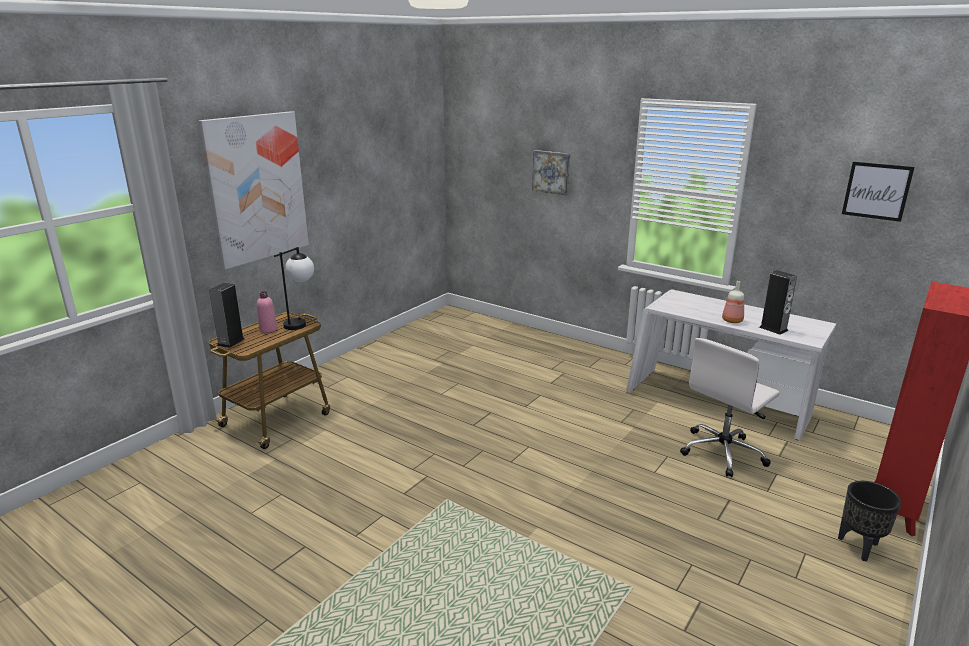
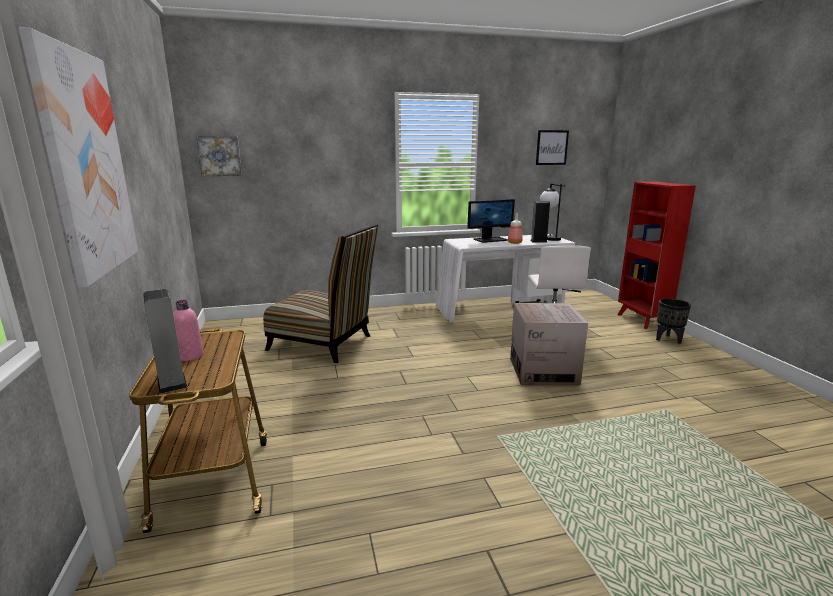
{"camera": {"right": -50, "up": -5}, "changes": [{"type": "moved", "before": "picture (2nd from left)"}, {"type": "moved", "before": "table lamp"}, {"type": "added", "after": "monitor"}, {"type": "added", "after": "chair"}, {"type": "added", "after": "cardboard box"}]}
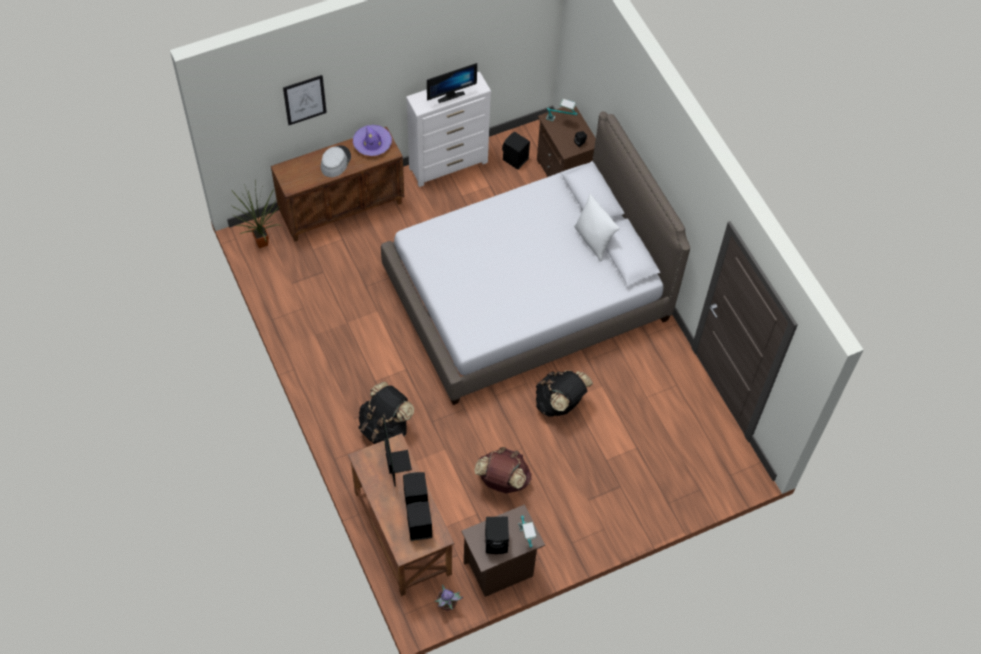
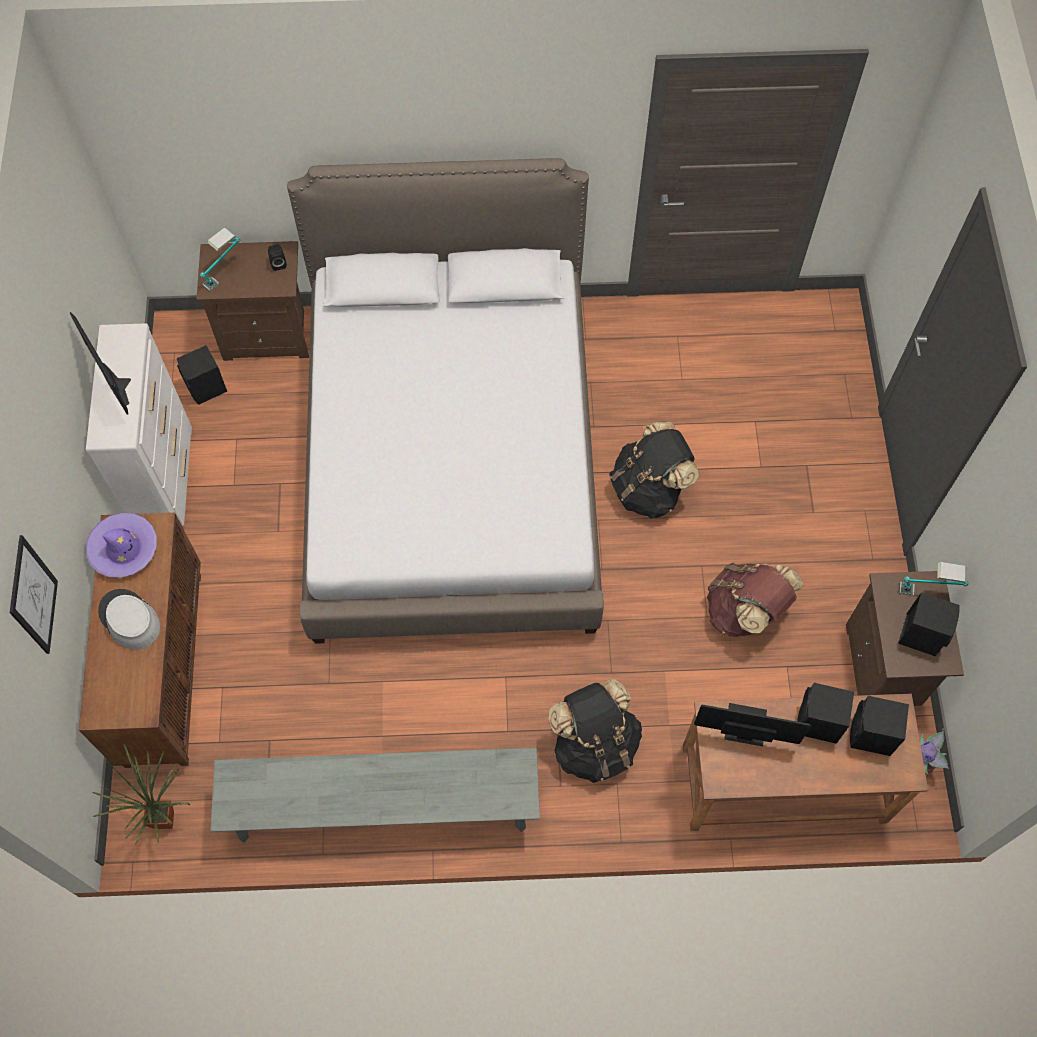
{"camera": {"right": -65, "up": 5}, "changes": [{"type": "turned", "before": "monitor (2nd from left in the first image)", "turn": 150}, {"type": "removed", "before": "pillow/white"}, {"type": "added", "after": "bench/grey"}]}
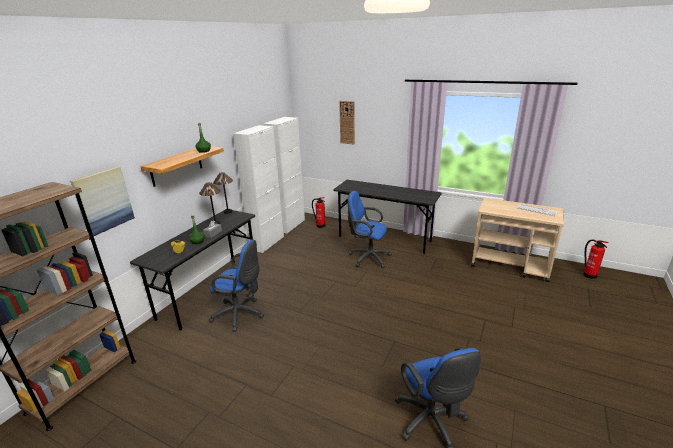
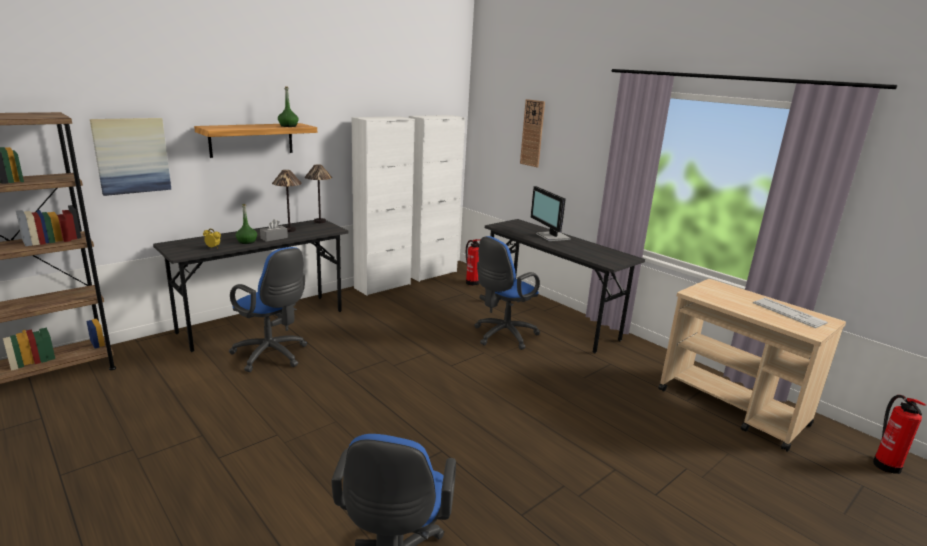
{"camera": {"right": 20, "up": -5}, "changes": [{"type": "turned", "before": "office chair/blue (2nd from left in the first image)", "turn": -90}, {"type": "added", "after": "monitor"}]}
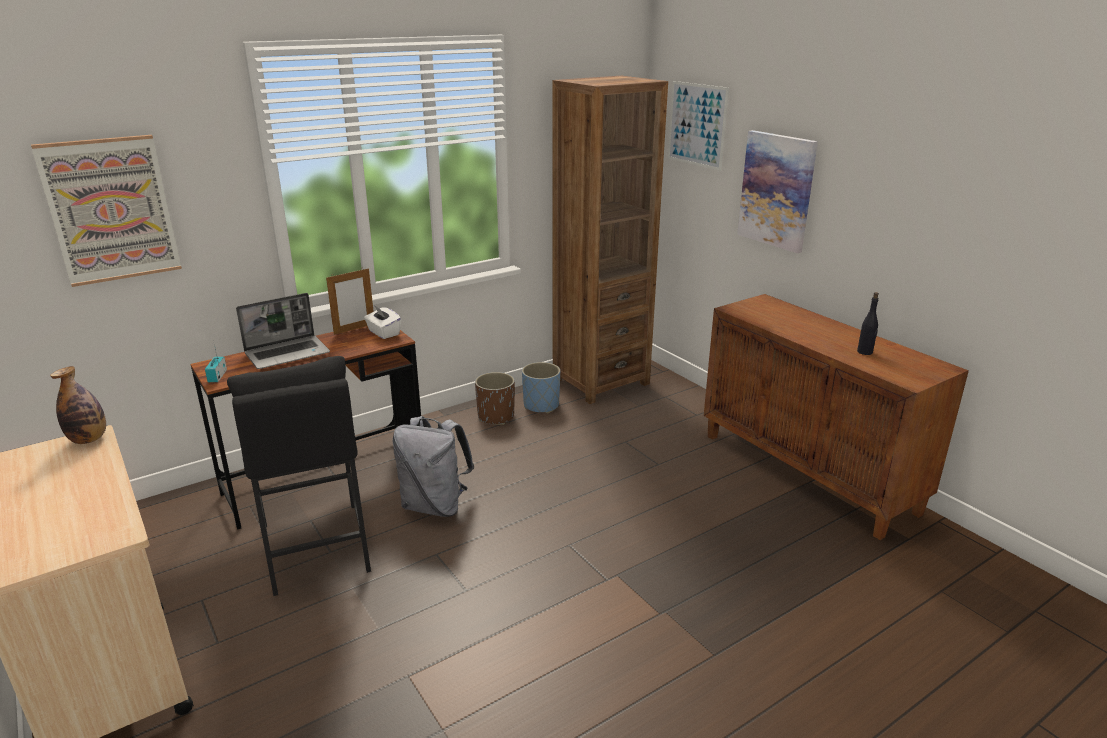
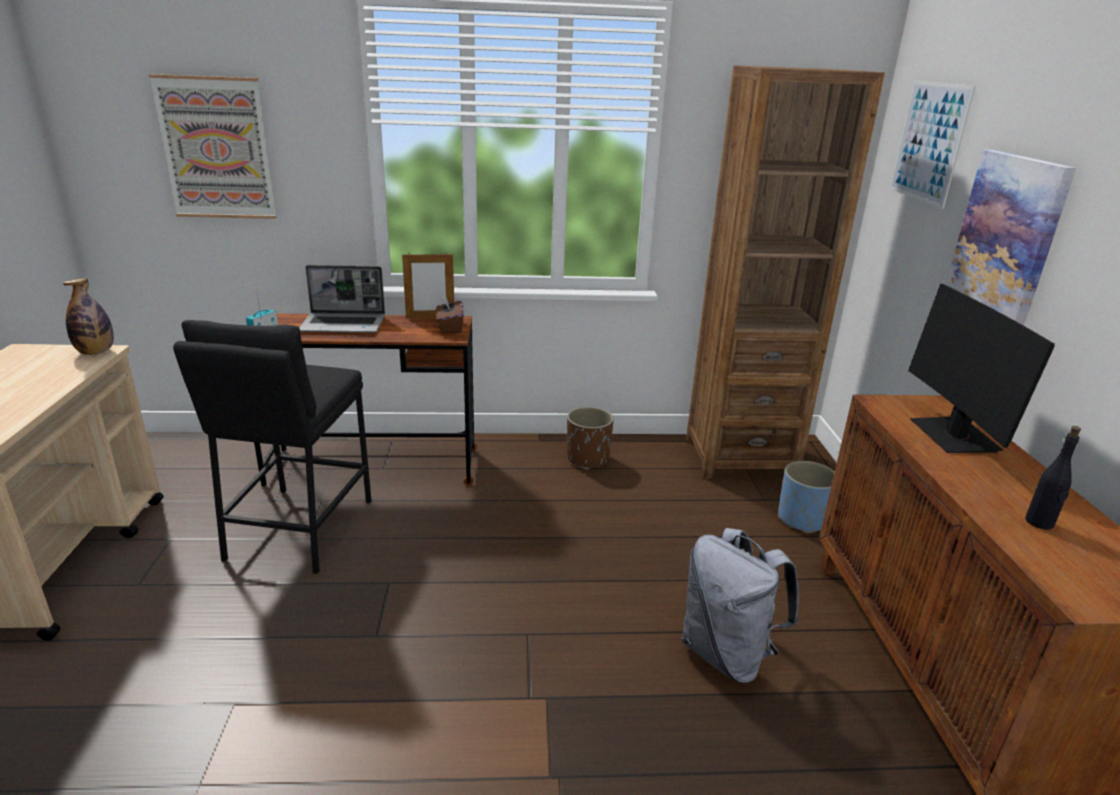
{"camera": {"right": 30, "up": 0}, "changes": [{"type": "recoloured", "before": "tissue box/white", "after": "tissue box/brown"}, {"type": "moved", "before": "planter/blue"}, {"type": "moved", "before": "backpack/grey"}, {"type": "added", "after": "monitor"}]}
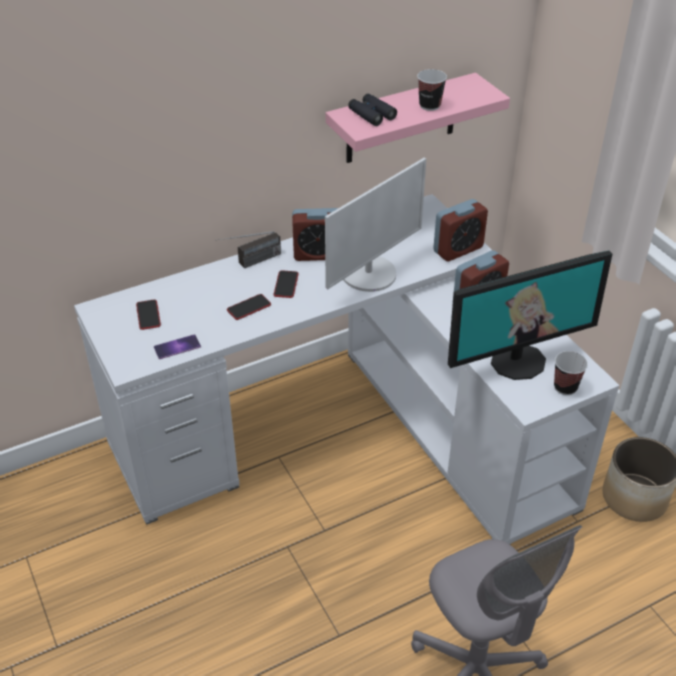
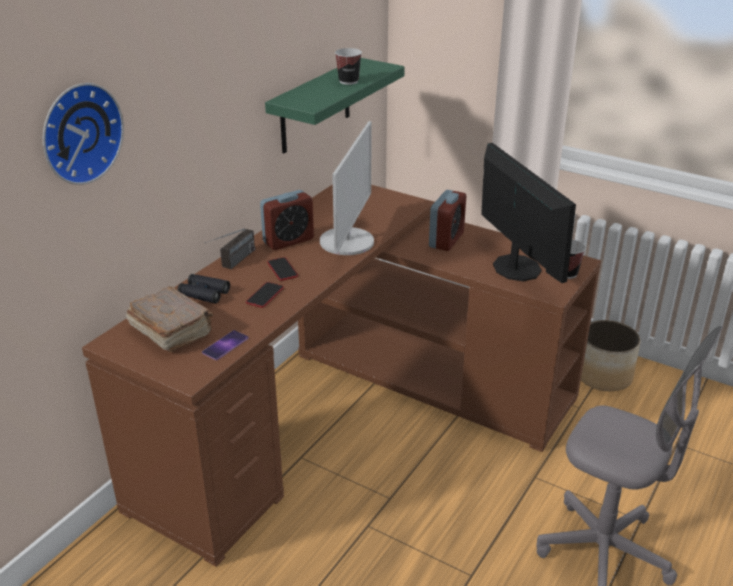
{"camera": {"right": -30, "up": -10}, "changes": [{"type": "recoloured", "before": "shelf/pink", "after": "shelf/green"}, {"type": "moved", "before": "binoculars/black"}, {"type": "recoloured", "before": "desk/white", "after": "desk/brown"}, {"type": "removed", "before": "alarm clock (2nd from left)"}, {"type": "turned", "before": "monitor (2nd from left)", "turn": -60}, {"type": "replaced", "before": "phone (1st from left)", "after": "book/brown"}, {"type": "added", "after": "wall clock"}]}
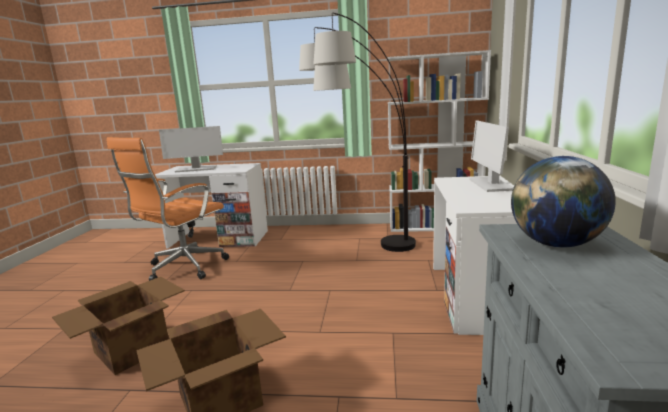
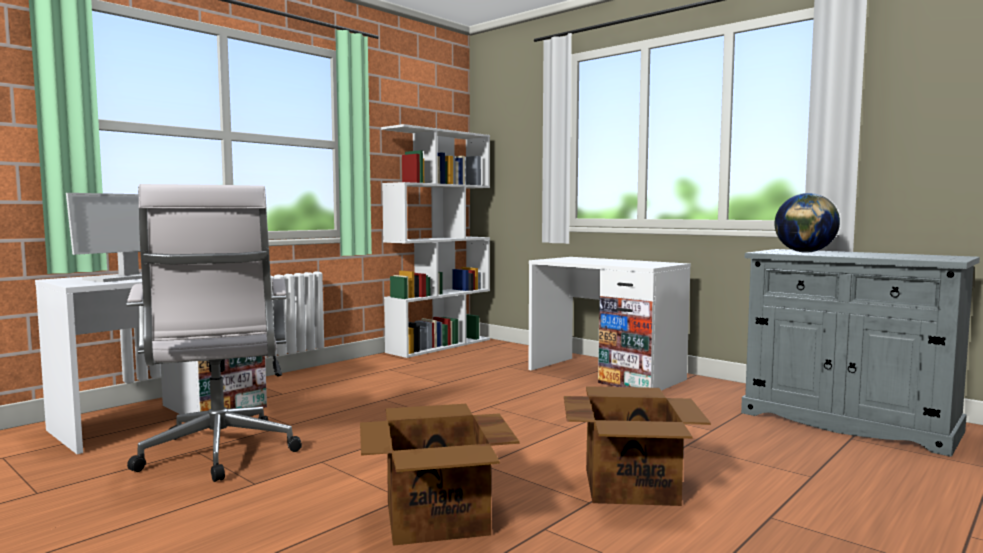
{"camera": {"right": -55, "up": -10}, "changes": [{"type": "removed", "before": "floor lamp"}, {"type": "removed", "before": "monitor (2nd from left)"}, {"type": "recoloured", "before": "office chair/orange", "after": "office chair/white"}]}
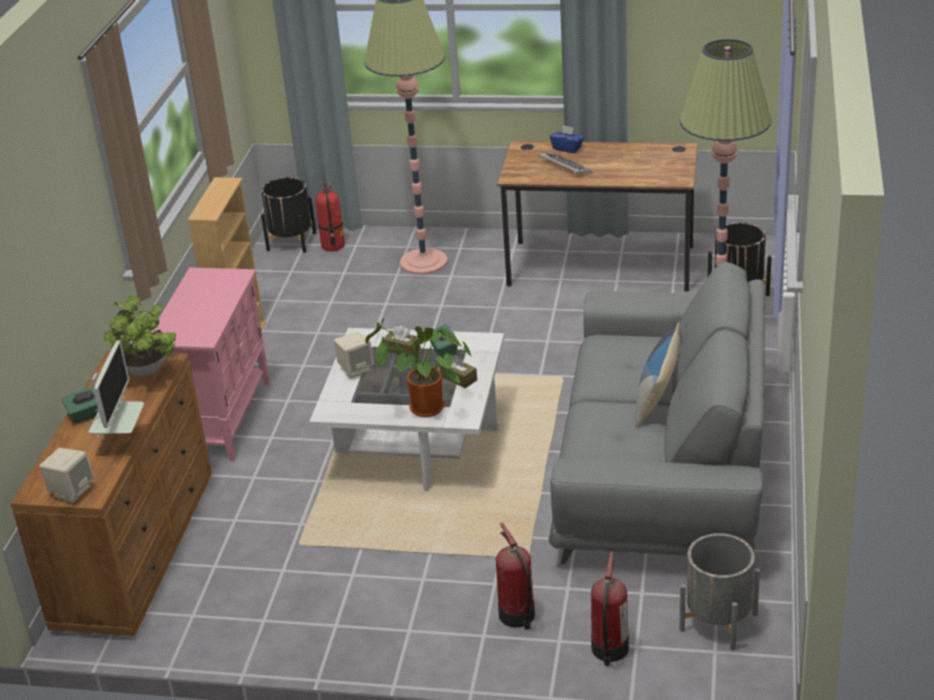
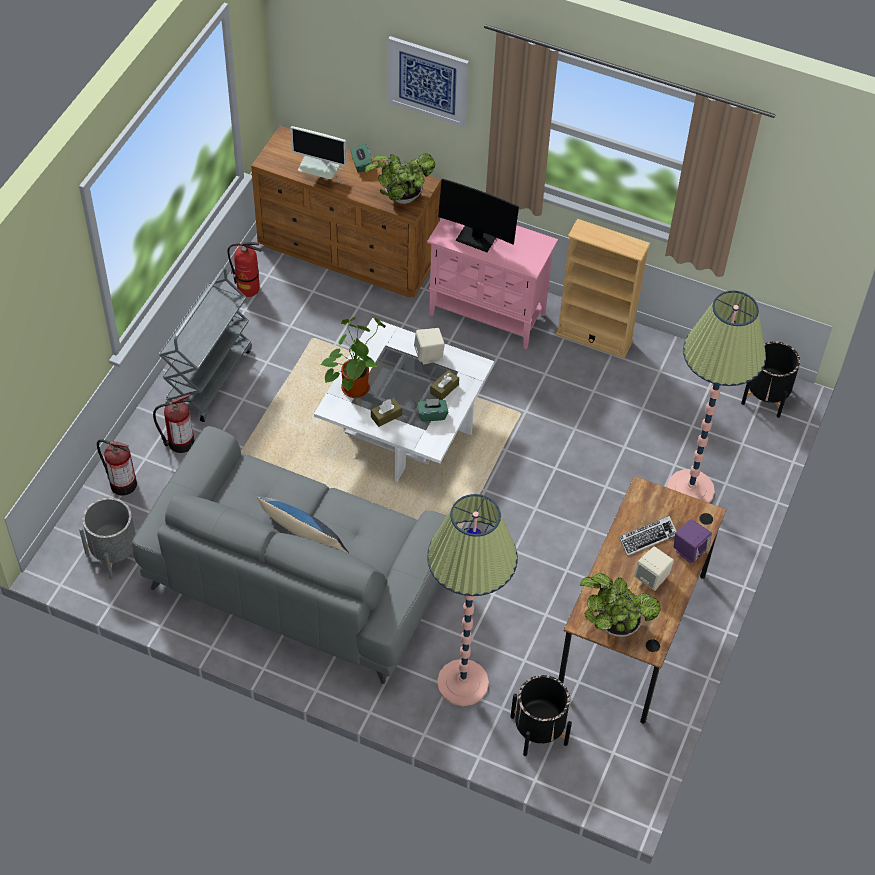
{"camera": {"right": 100, "up": 20}, "changes": [{"type": "replaced", "before": "tissue box/blue", "after": "speaker/purple"}, {"type": "moved", "before": "fire extinguisher (1st from left in the first image)", "after": "fire extinguisher (3rd from left)"}, {"type": "moved", "before": "speaker/beige (1st from left in the first image)", "after": "speaker/beige (2nd from left)"}, {"type": "added", "after": "picture"}, {"type": "added", "after": "monitor (2nd from left)"}, {"type": "added", "after": "cart/grey"}, {"type": "added", "after": "potted plant (3rd from left)"}]}
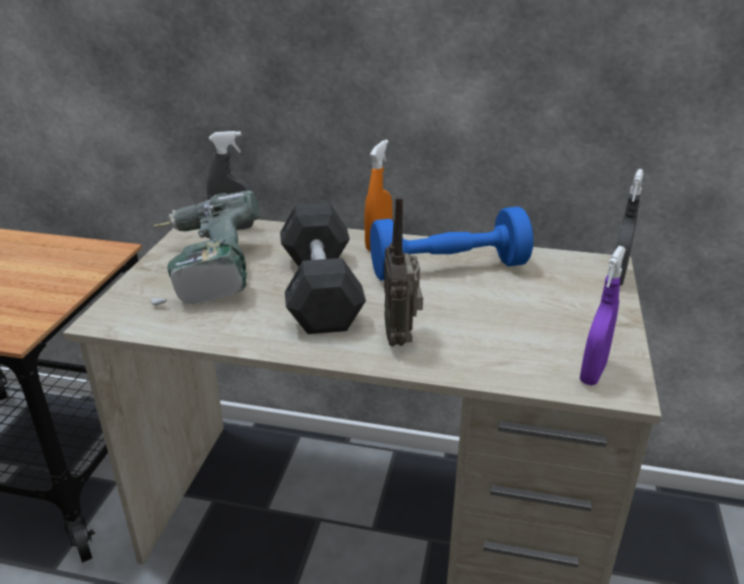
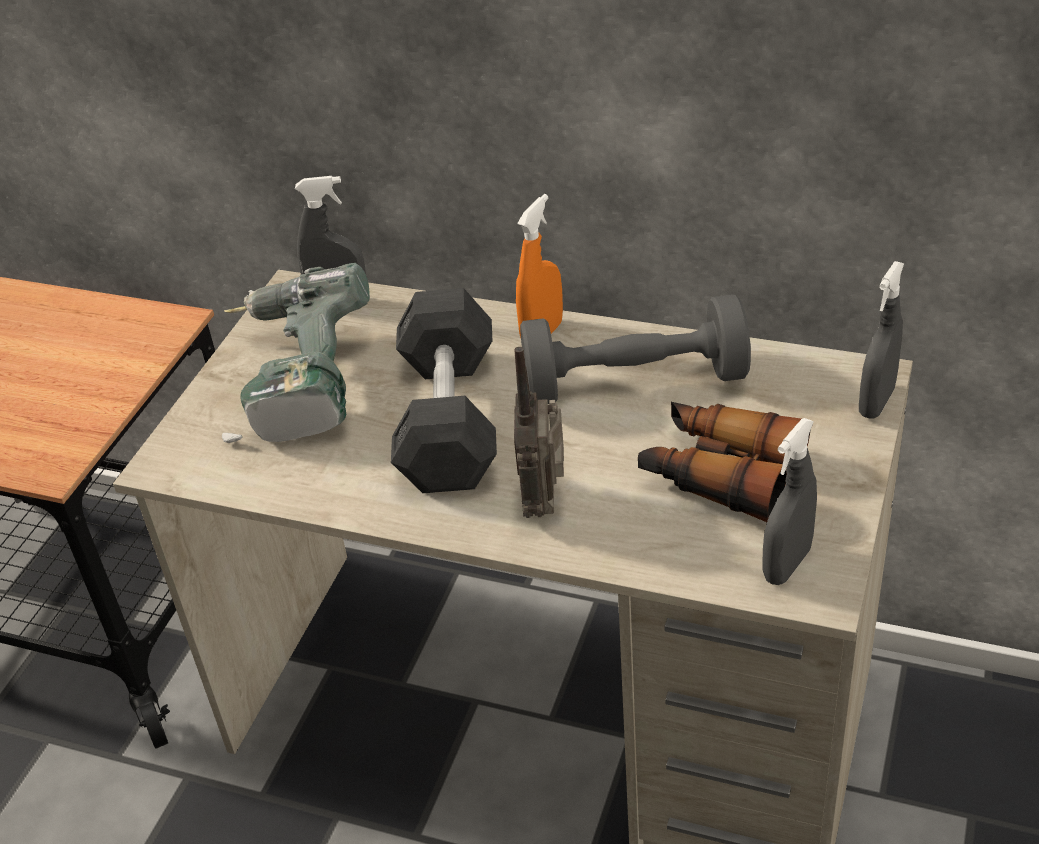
{"camera": {"right": 10, "up": 10}, "changes": [{"type": "recoloured", "before": "dumbbell/blue", "after": "dumbbell/grey (2nd from left)"}, {"type": "recoloured", "before": "spray bottle/purple", "after": "spray bottle/grey (2nd from left)"}, {"type": "added", "after": "binoculars"}]}
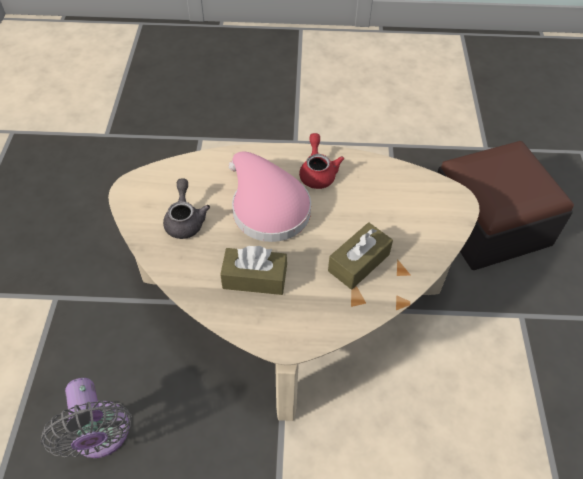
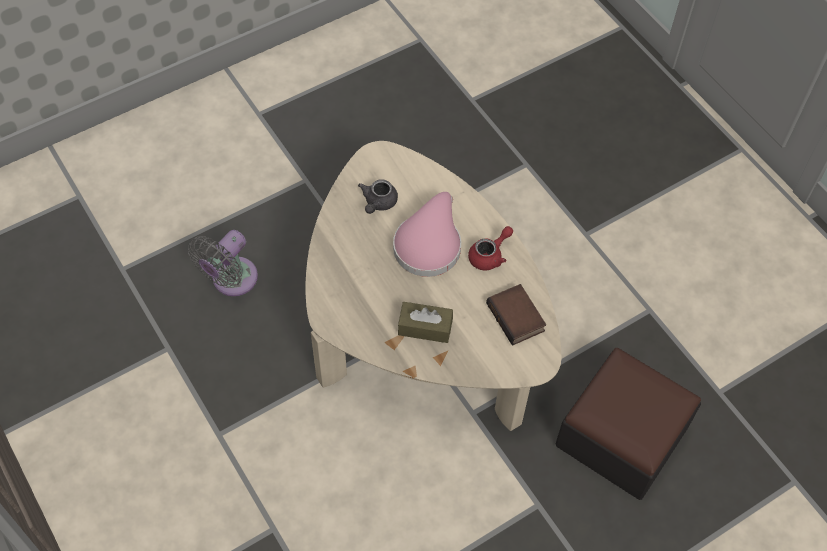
{"camera": {"right": 55, "up": 5}, "changes": [{"type": "turned", "before": "teapot/grey", "turn": 150}, {"type": "removed", "before": "tissue box/brown (1st from left)"}, {"type": "added", "after": "book"}]}
